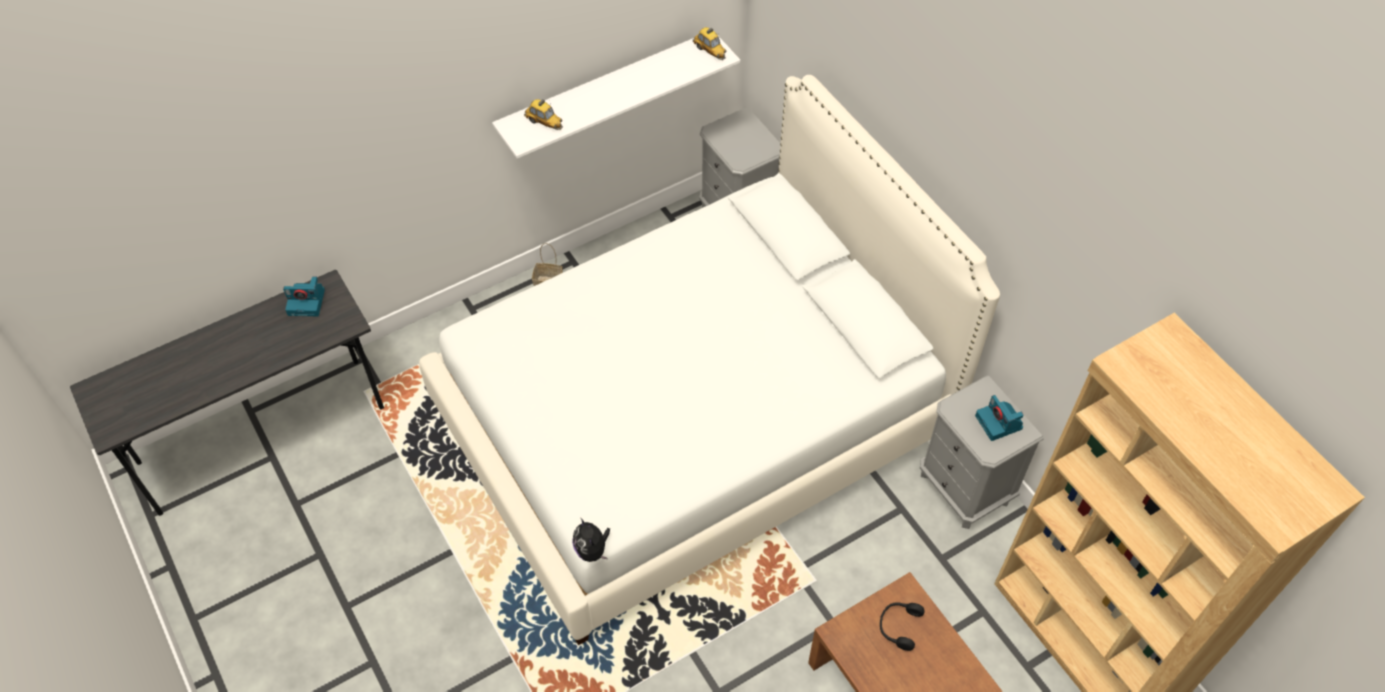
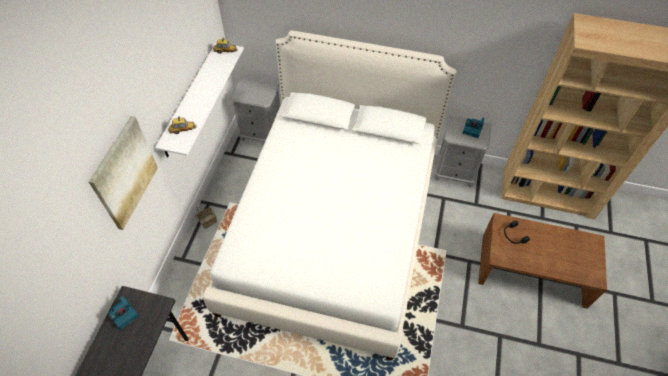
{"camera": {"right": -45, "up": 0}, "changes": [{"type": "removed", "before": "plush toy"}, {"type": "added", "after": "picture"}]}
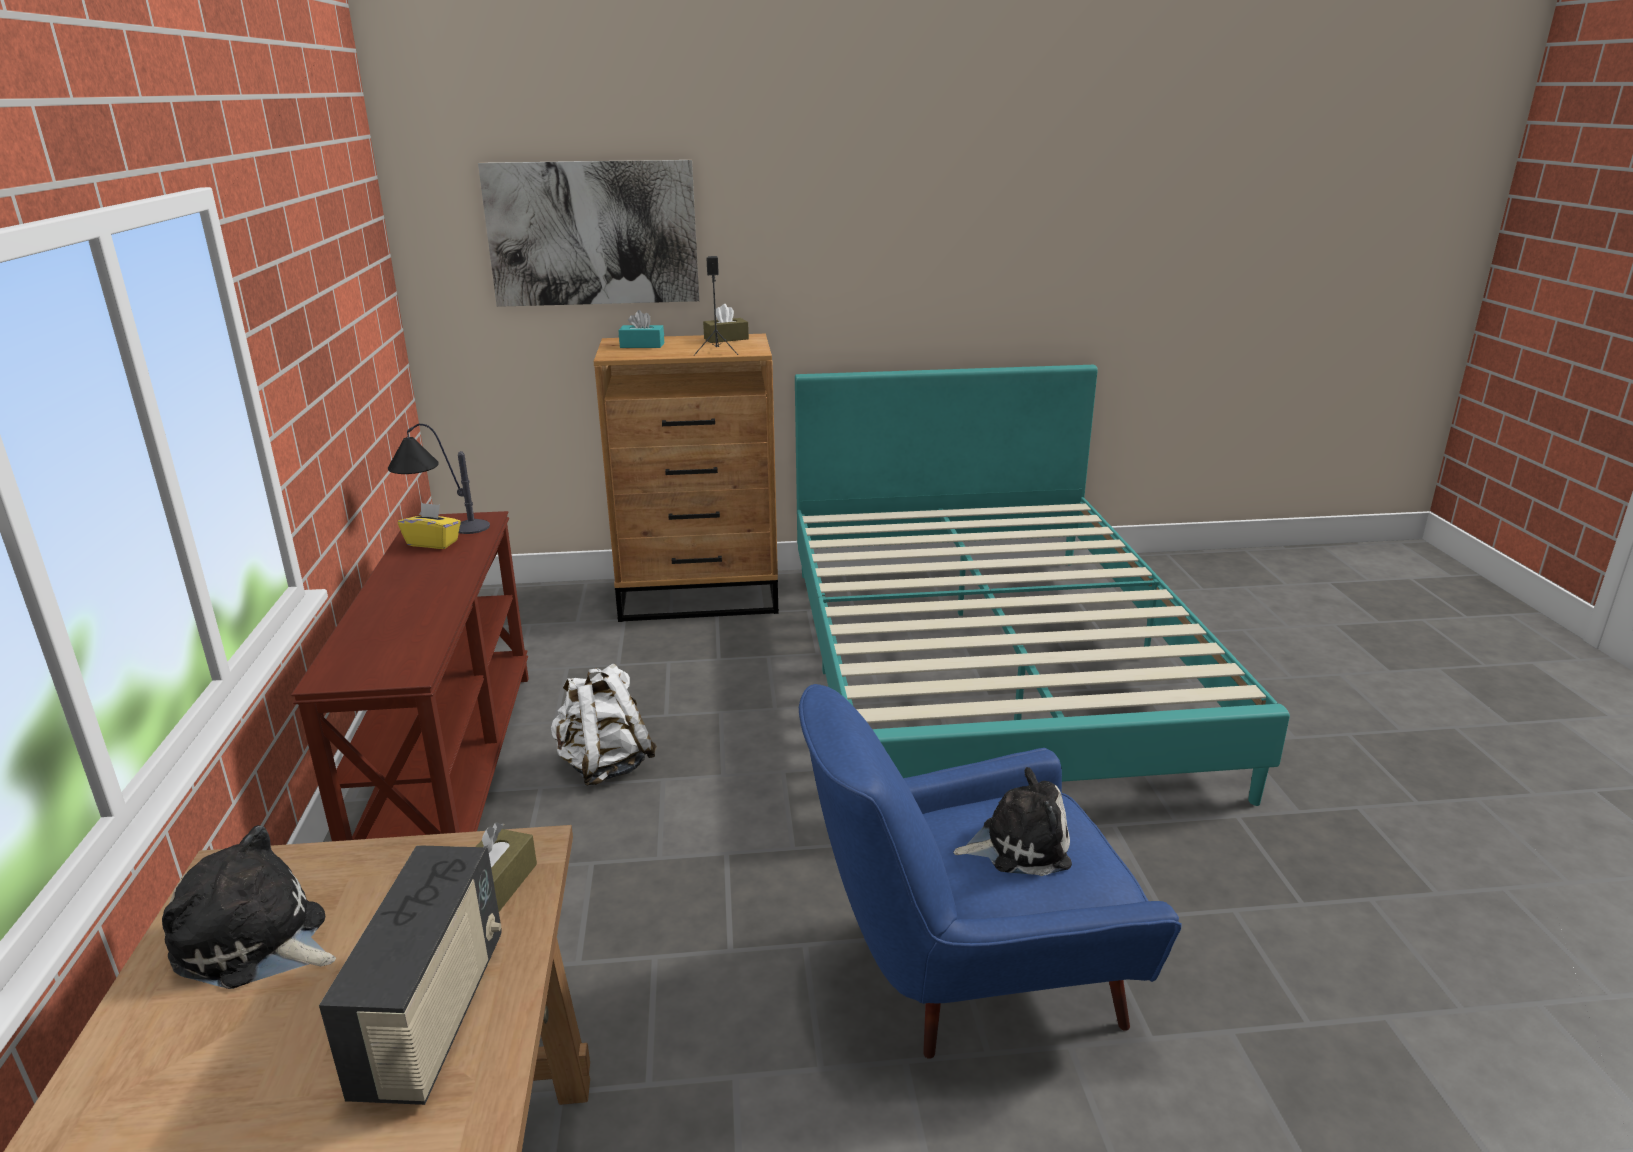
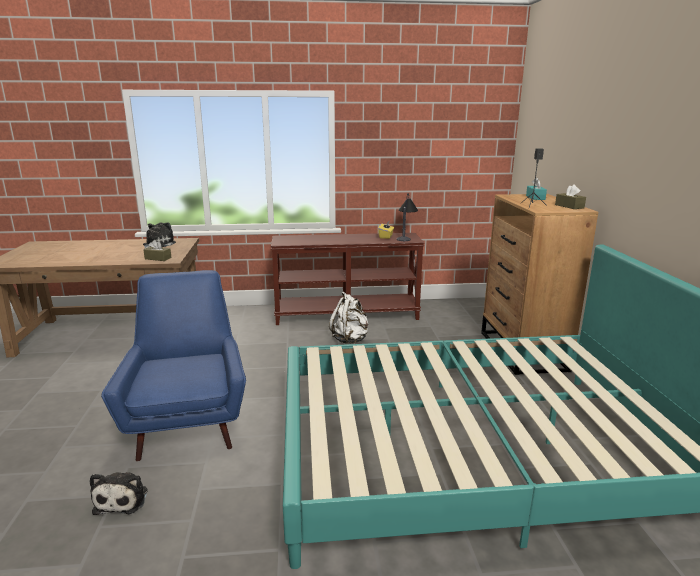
{"camera": {"right": 90, "up": -5}, "changes": [{"type": "removed", "before": "picture"}, {"type": "moved", "before": "plush toy (2nd from left in the first image)", "after": "plush toy (1st from left)"}, {"type": "removed", "before": "radio"}]}
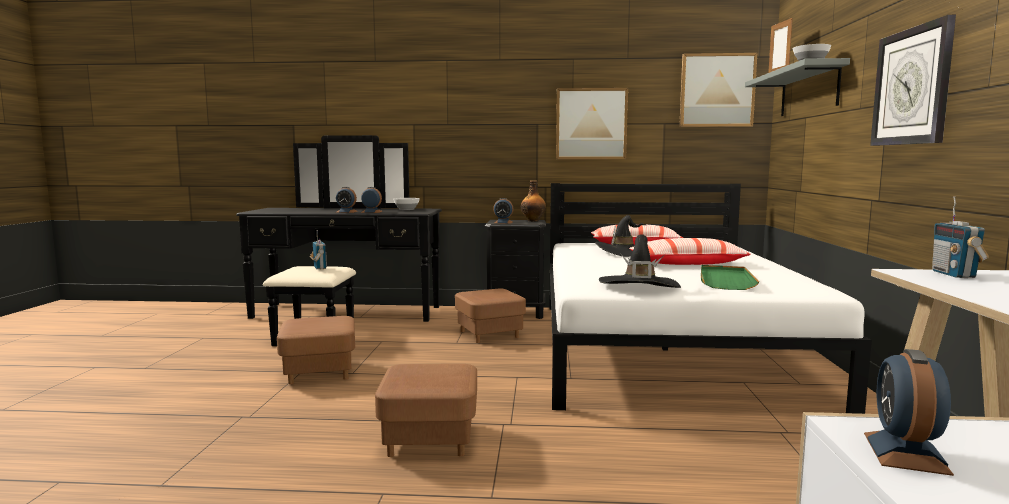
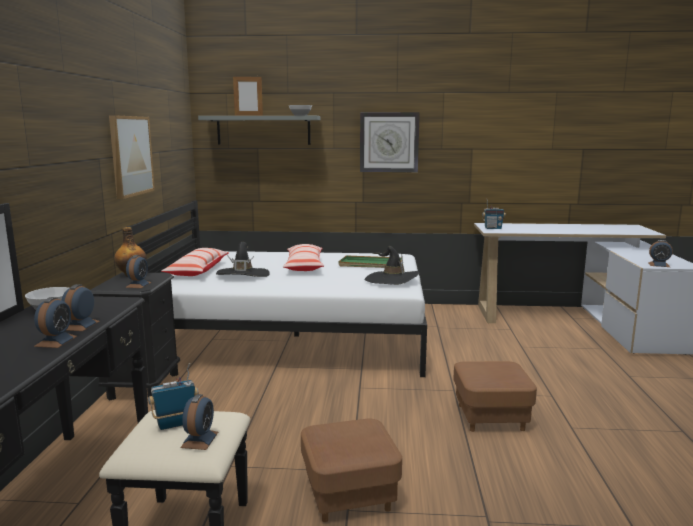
{"camera": {"right": -90, "up": 5}, "changes": [{"type": "removed", "before": "picture (2nd from left)"}, {"type": "removed", "before": "ottoman/brown (3rd from left)"}, {"type": "added", "after": "alarm clock (4th from left)"}]}
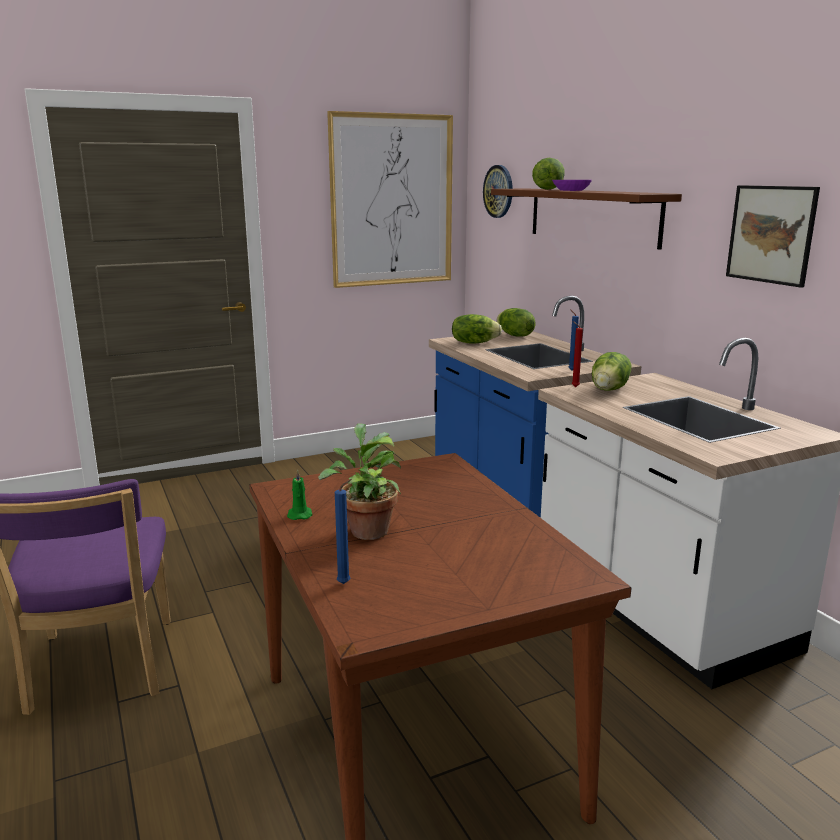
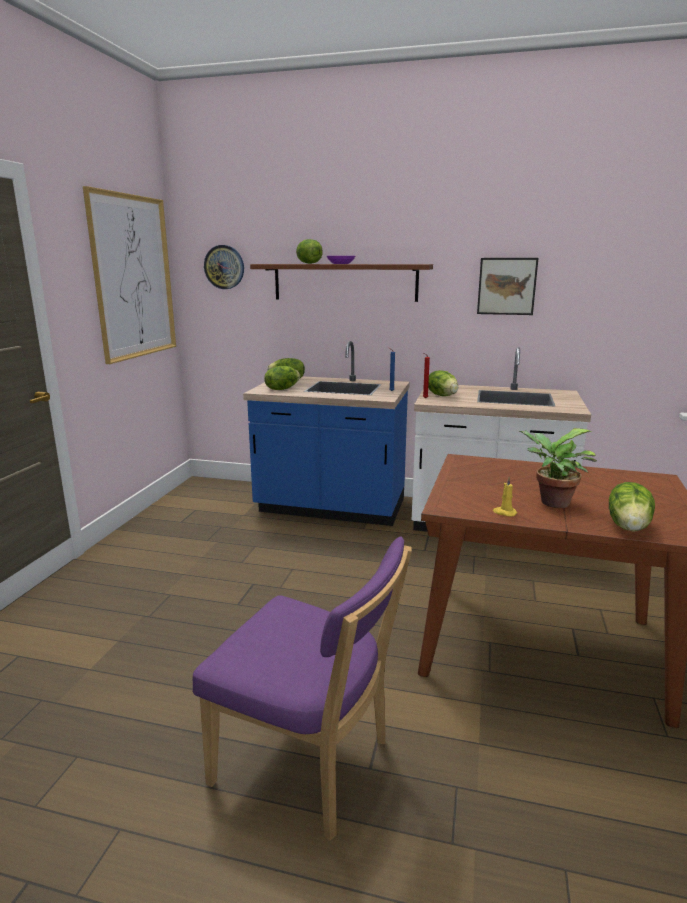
{"camera": {"right": -50, "up": 0}, "changes": [{"type": "recoloured", "before": "candle/green", "after": "candle/yellow"}, {"type": "replaced", "before": "candle/blue (1st from left)", "after": "lettuce (5th from left)"}]}
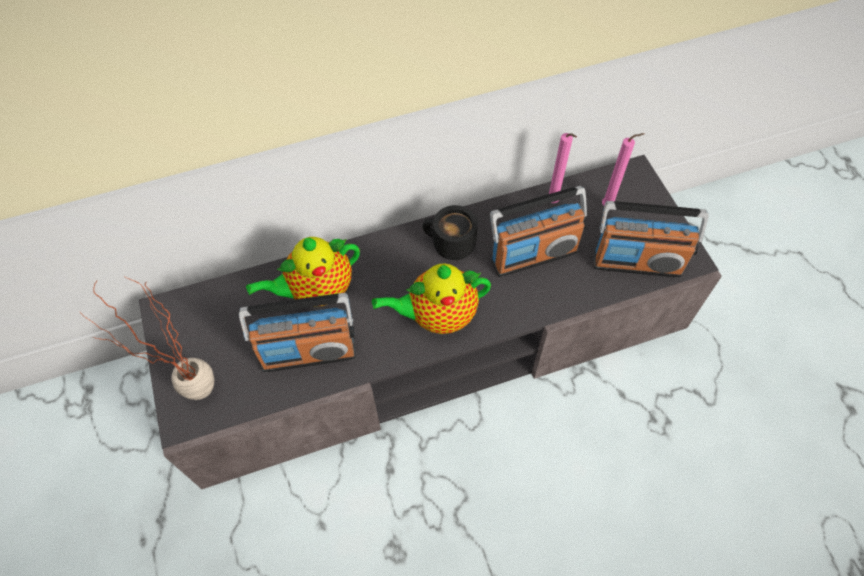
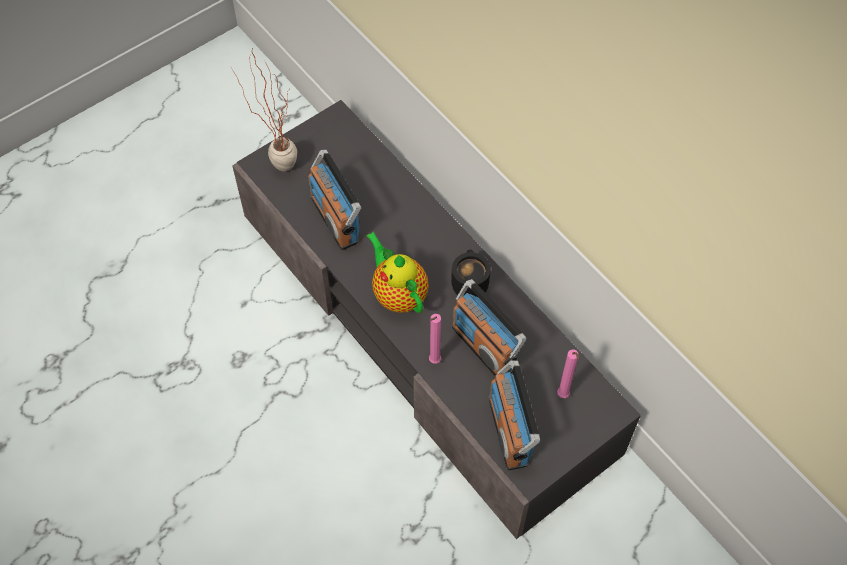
{"camera": {"right": 70, "up": 0}, "changes": [{"type": "moved", "before": "candle/pink (1st from left)"}, {"type": "removed", "before": "teapot (1st from left)"}]}
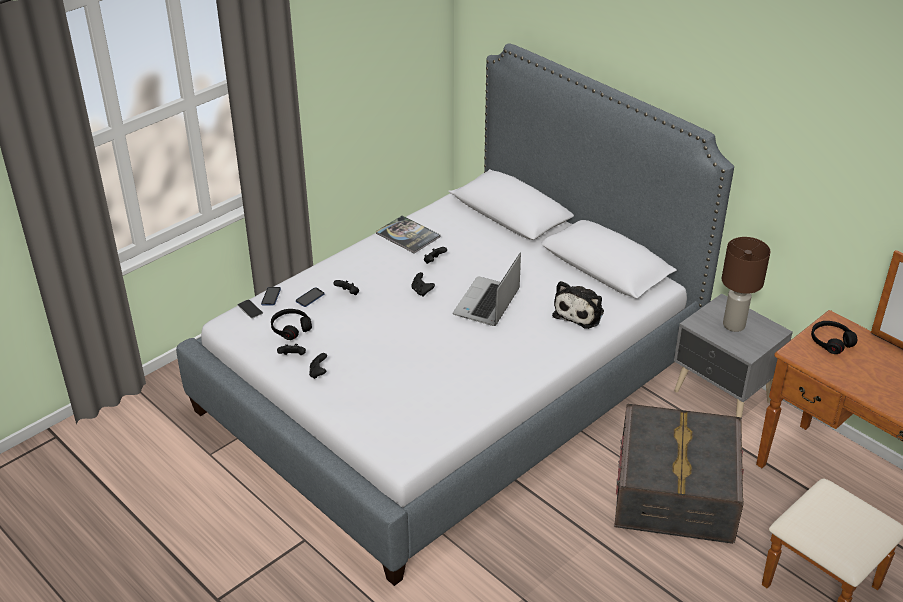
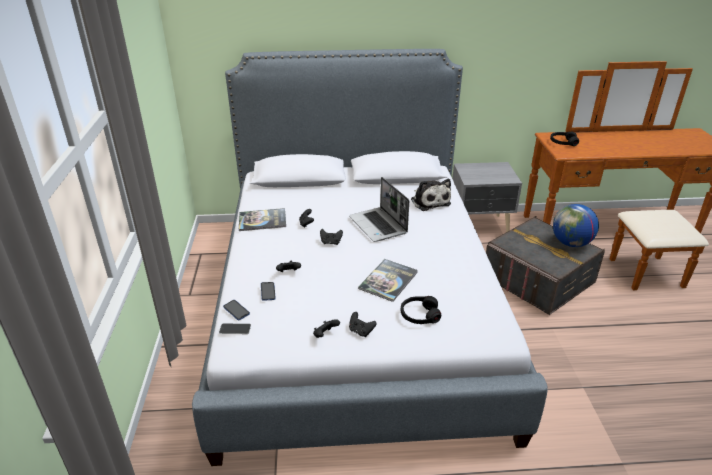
{"camera": {"right": -50, "up": -5}, "changes": [{"type": "removed", "before": "table lamp/brown"}, {"type": "moved", "before": "headphones/black (1st from left)"}, {"type": "added", "after": "globe"}, {"type": "added", "after": "book (2nd from left)"}]}
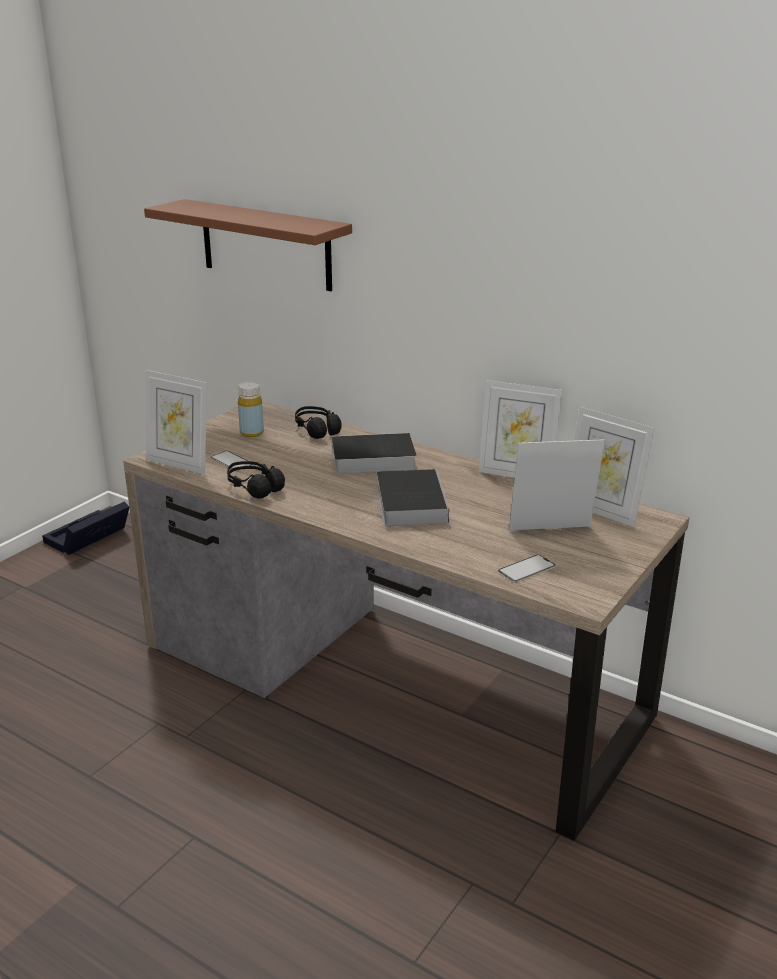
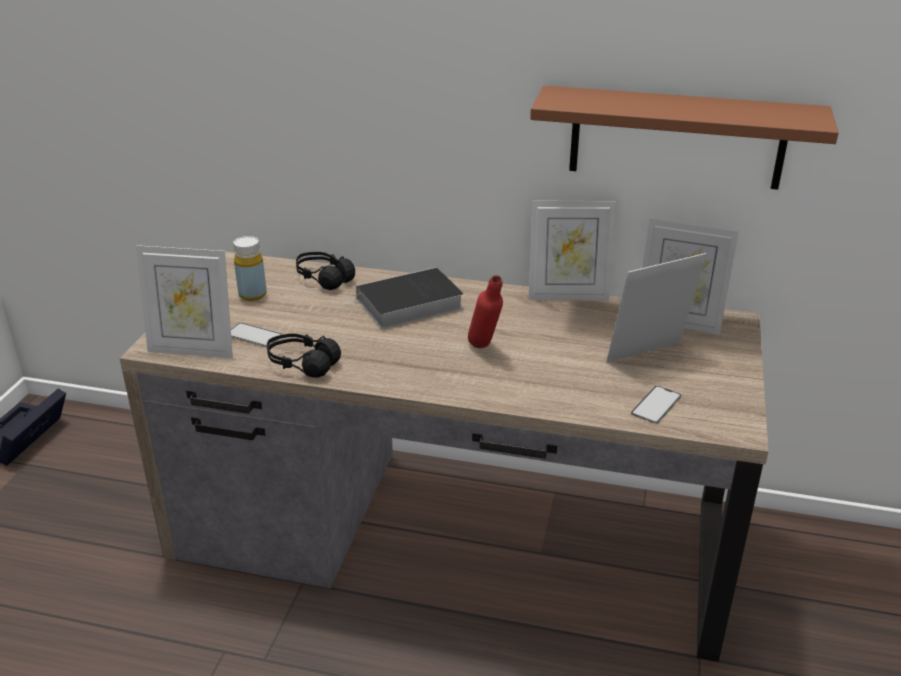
{"camera": {"right": -20, "up": 5}, "changes": [{"type": "moved", "before": "shelf/brown"}, {"type": "replaced", "before": "book (2nd from left)", "after": "bottle/red"}]}
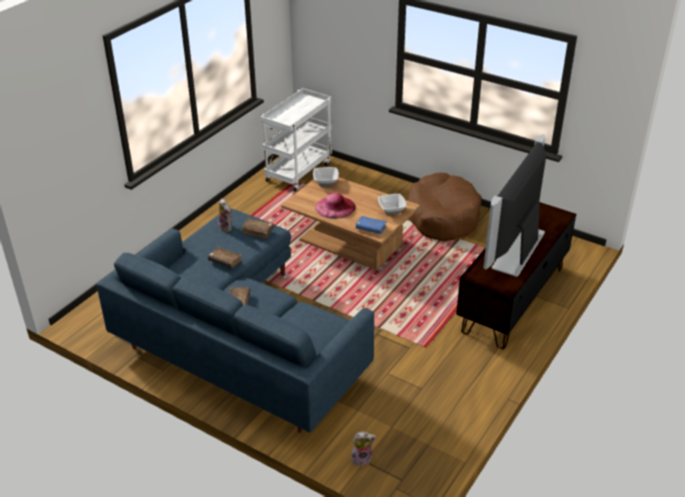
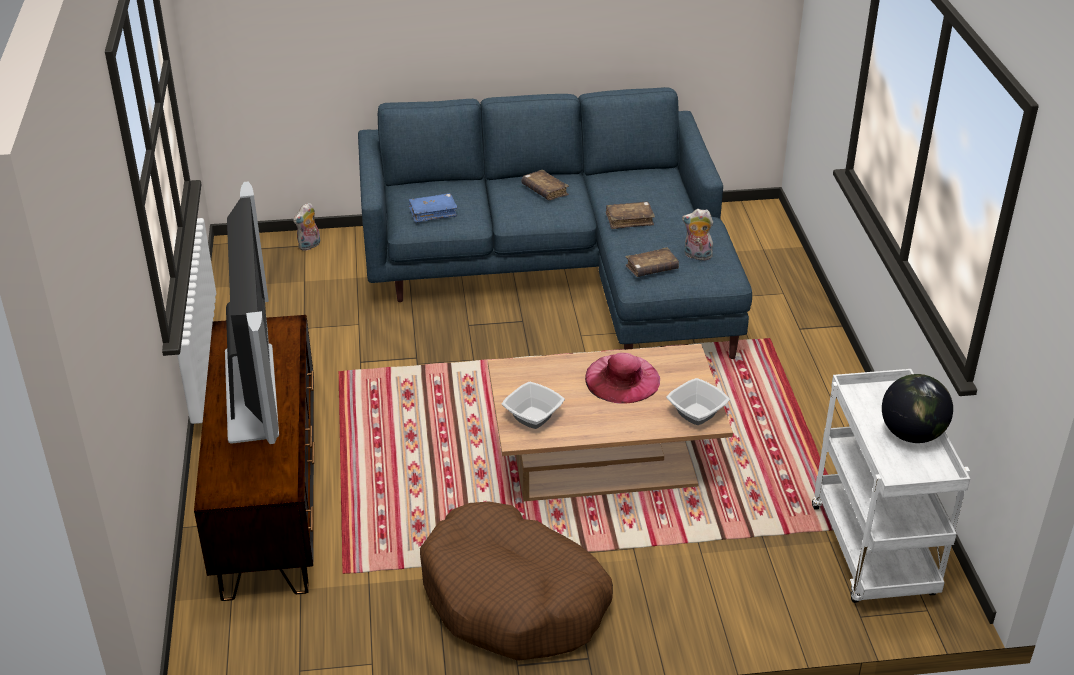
{"camera": {"right": 140, "up": 0}, "changes": [{"type": "moved", "before": "book/blue"}, {"type": "added", "after": "globe"}]}
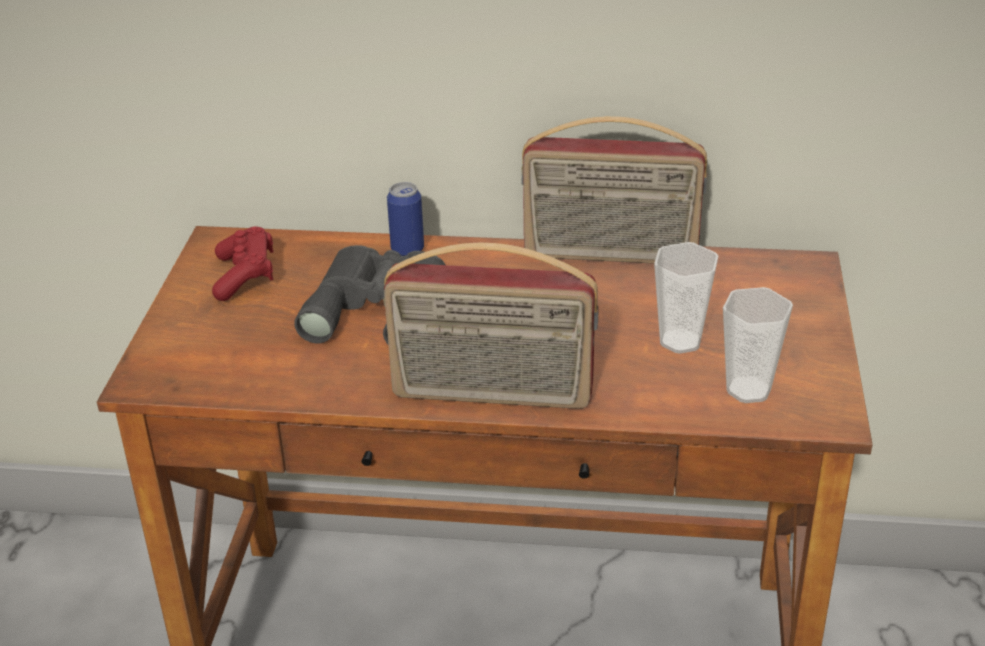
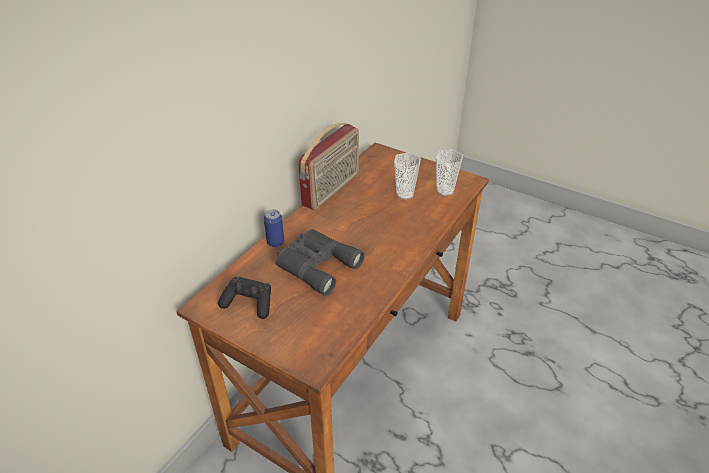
{"camera": {"right": -65, "up": 5}, "changes": [{"type": "recoloured", "before": "game controller/red", "after": "game controller/black"}, {"type": "removed", "before": "radio (1st from left)"}]}
